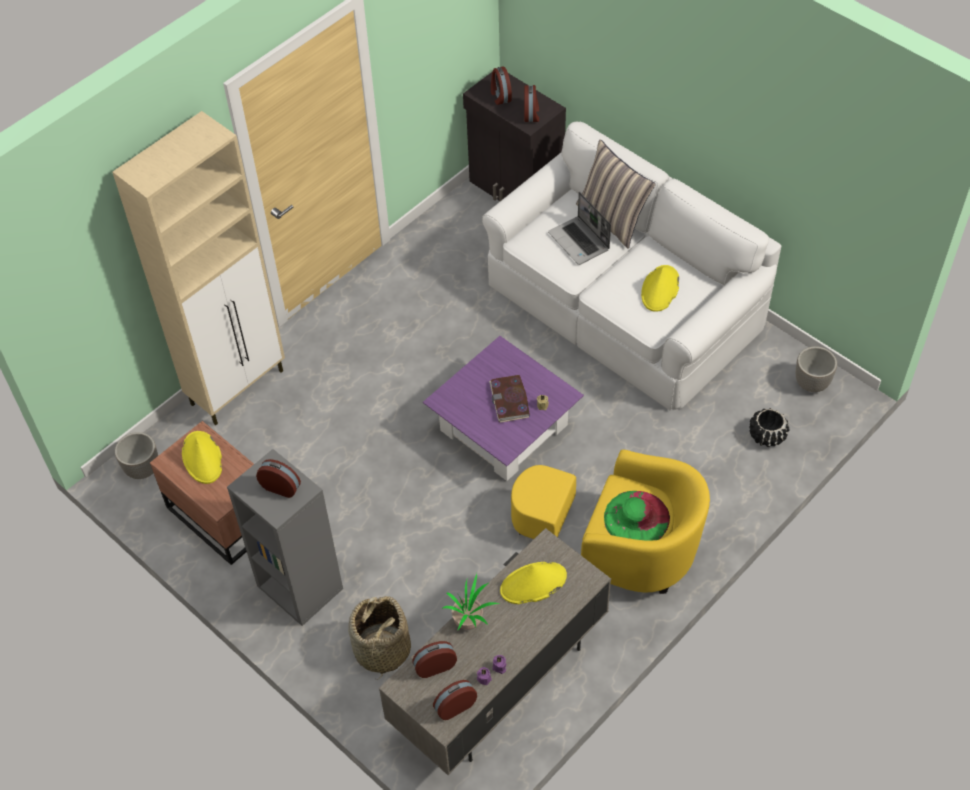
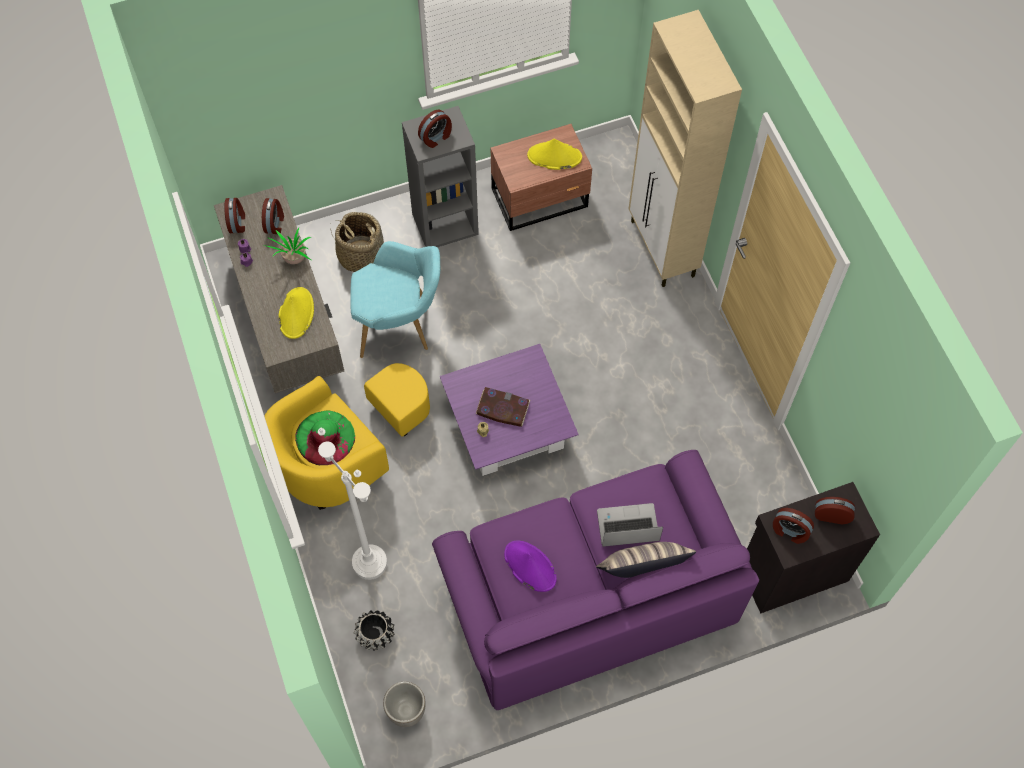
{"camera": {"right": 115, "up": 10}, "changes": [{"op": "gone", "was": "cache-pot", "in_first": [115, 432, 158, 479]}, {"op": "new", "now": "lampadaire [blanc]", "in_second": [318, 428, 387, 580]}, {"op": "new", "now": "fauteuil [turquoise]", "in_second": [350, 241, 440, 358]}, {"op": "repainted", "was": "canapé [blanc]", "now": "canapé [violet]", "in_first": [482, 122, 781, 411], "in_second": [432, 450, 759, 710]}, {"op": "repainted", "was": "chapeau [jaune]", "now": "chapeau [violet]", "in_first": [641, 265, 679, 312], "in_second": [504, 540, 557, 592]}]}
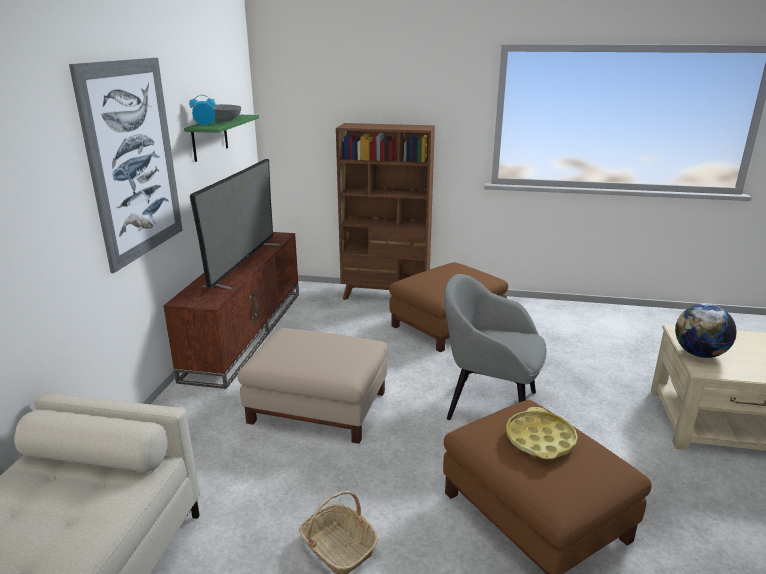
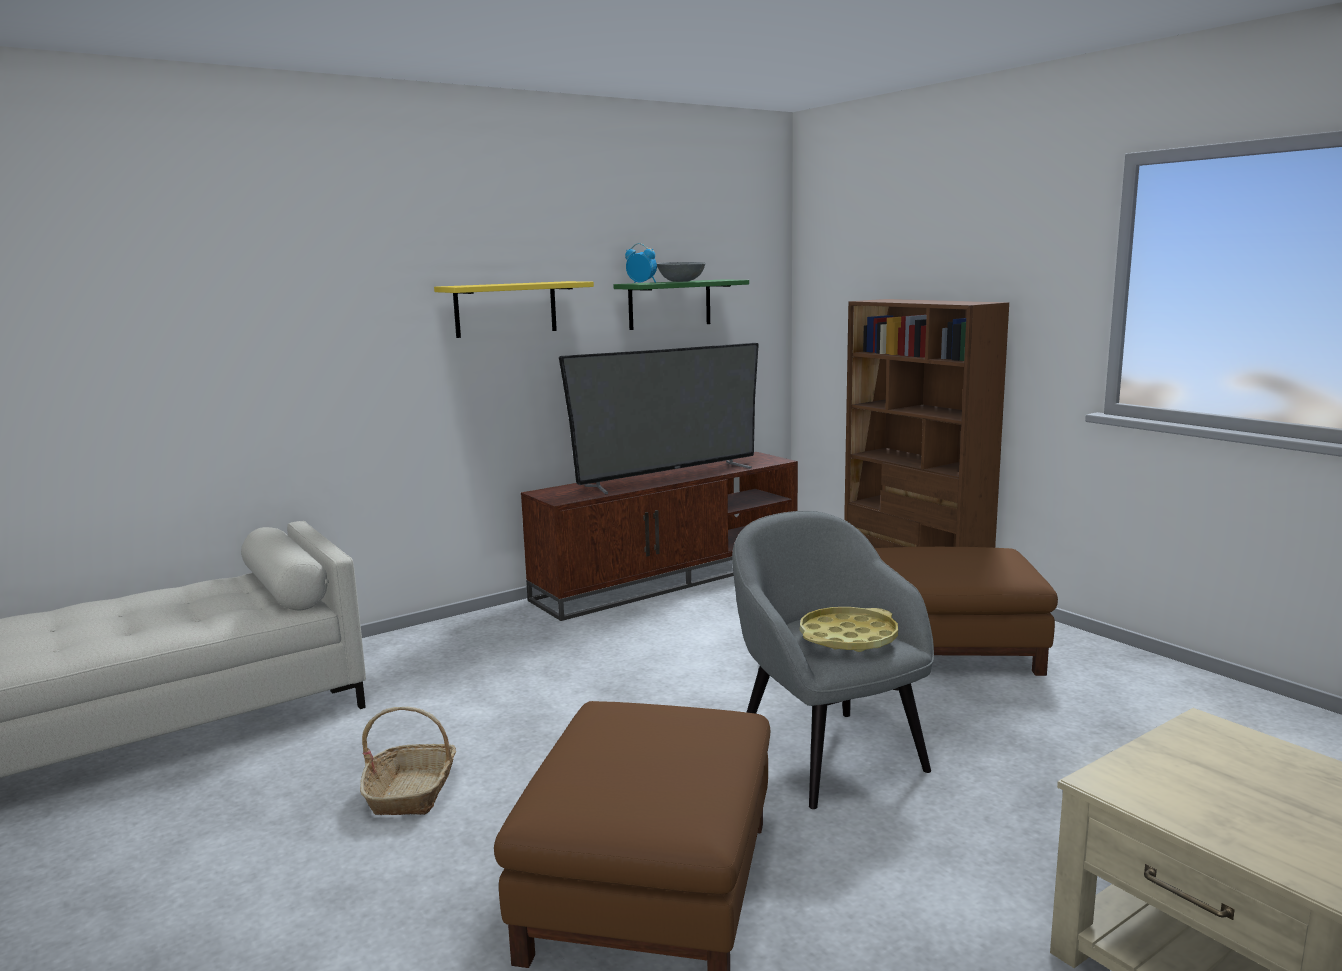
{"camera": {"right": 45, "up": -10}, "changes": [{"op": "gone", "was": "pouf [beige]", "in_first": [237, 328, 388, 444]}, {"op": "gone", "was": "globe", "in_first": [675, 304, 737, 358]}, {"op": "shifted", "was": "plateau [jaune]", "in_first": [506, 407, 578, 459], "in_second": [800, 607, 898, 652]}, {"op": "swapped", "was": "tableau", "now": "étagère [jaune]", "in_first": [69, 58, 183, 273], "in_second": [434, 281, 594, 338]}]}
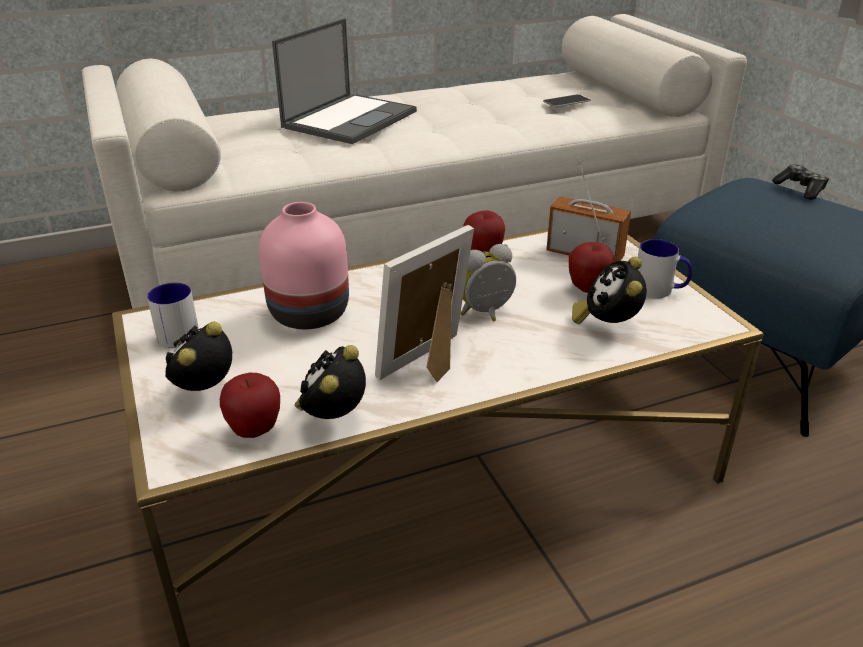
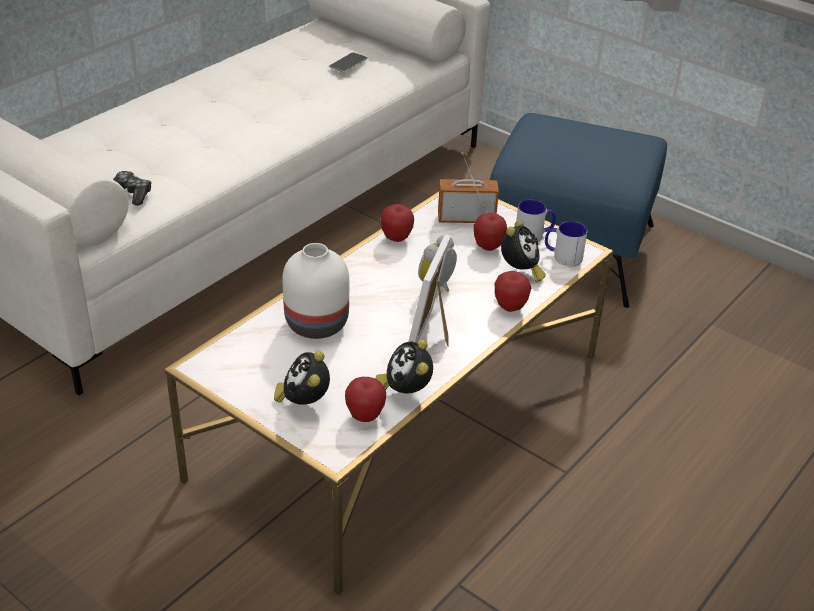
{"camera": {"right": -30, "up": 5}, "changes": [{"op": "gone", "was": "ordinateur portable", "in_first": [272, 18, 417, 144]}, {"op": "new", "now": "pomme", "in_second": [495, 271, 531, 312]}, {"op": "shifted", "was": "mug", "in_first": [147, 283, 199, 348], "in_second": [545, 221, 587, 266]}, {"op": "shifted", "was": "manette", "in_first": [772, 164, 829, 200], "in_second": [113, 171, 151, 206]}, {"op": "repainted", "was": "vase [rose]", "now": "vase [blanc]", "in_first": [259, 202, 349, 329], "in_second": [282, 243, 349, 339]}, {"op": "rotated", "was": "réveil", "in_first": [572, 256, 647, 324], "in_second": [501, 221, 546, 282], "clockwise": -135}]}
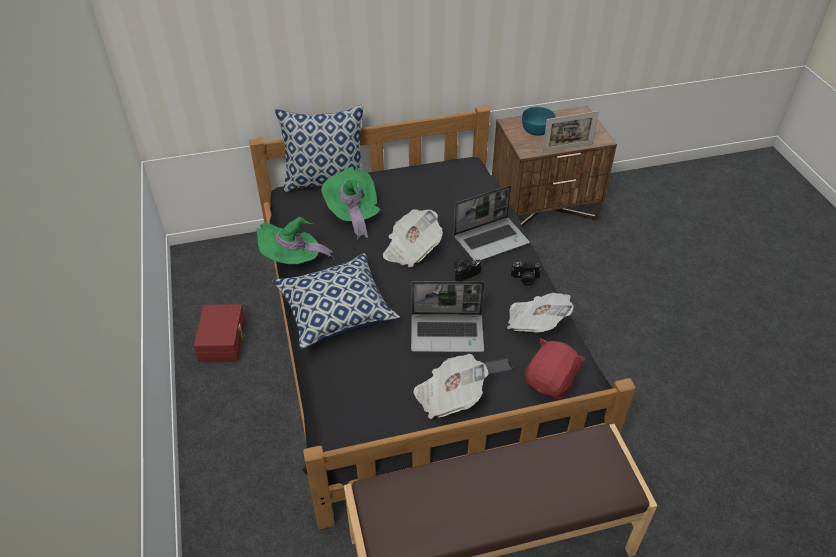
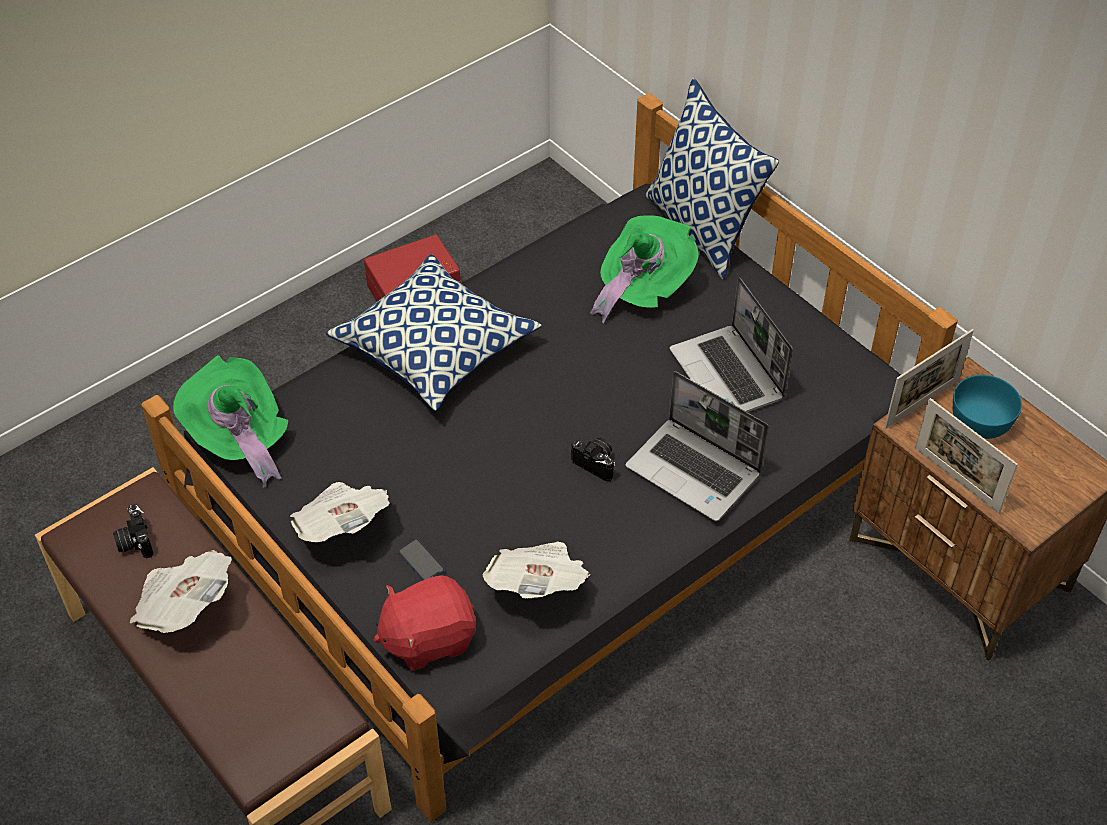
{"camera": {"right": 65, "up": 5}, "changes": [{"op": "new", "now": "cadre photo", "in_second": [884, 329, 974, 429]}, {"op": "shifted", "was": "chapeau [vert]", "in_first": [256, 217, 334, 264], "in_second": [173, 355, 288, 488]}, {"op": "shifted", "was": "journal", "in_first": [383, 209, 443, 268], "in_second": [129, 550, 232, 633]}, {"op": "shifted", "was": "ordinateur portable", "in_first": [411, 281, 485, 352], "in_second": [670, 277, 793, 412]}, {"op": "shifted", "was": "appareil photo", "in_first": [511, 261, 541, 286], "in_second": [113, 504, 153, 559]}, {"op": "rotated", "was": "peluche [rouge]", "in_first": [525, 338, 586, 400], "in_second": [374, 575, 476, 671], "clockwise": 150}]}
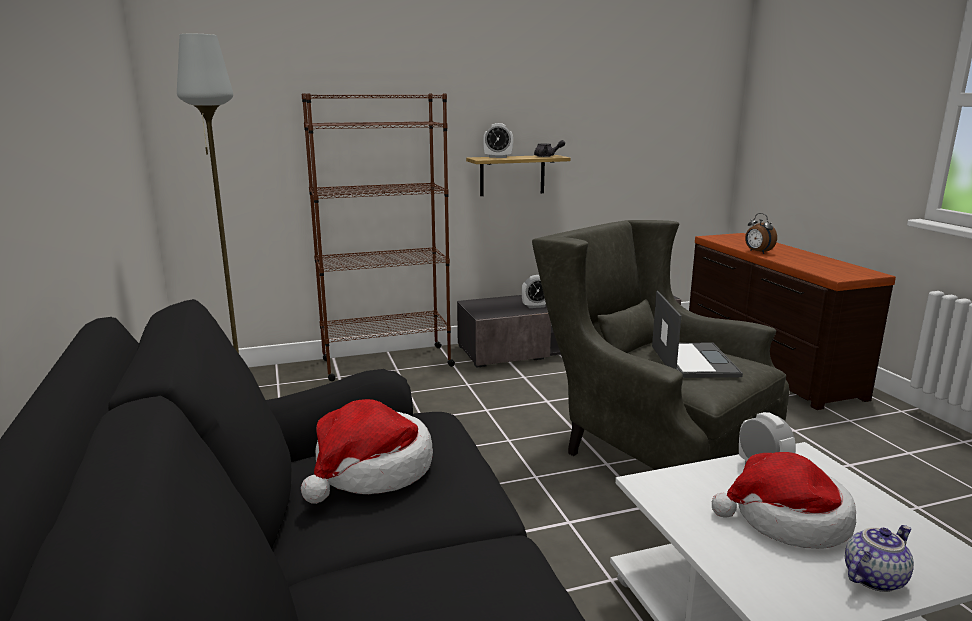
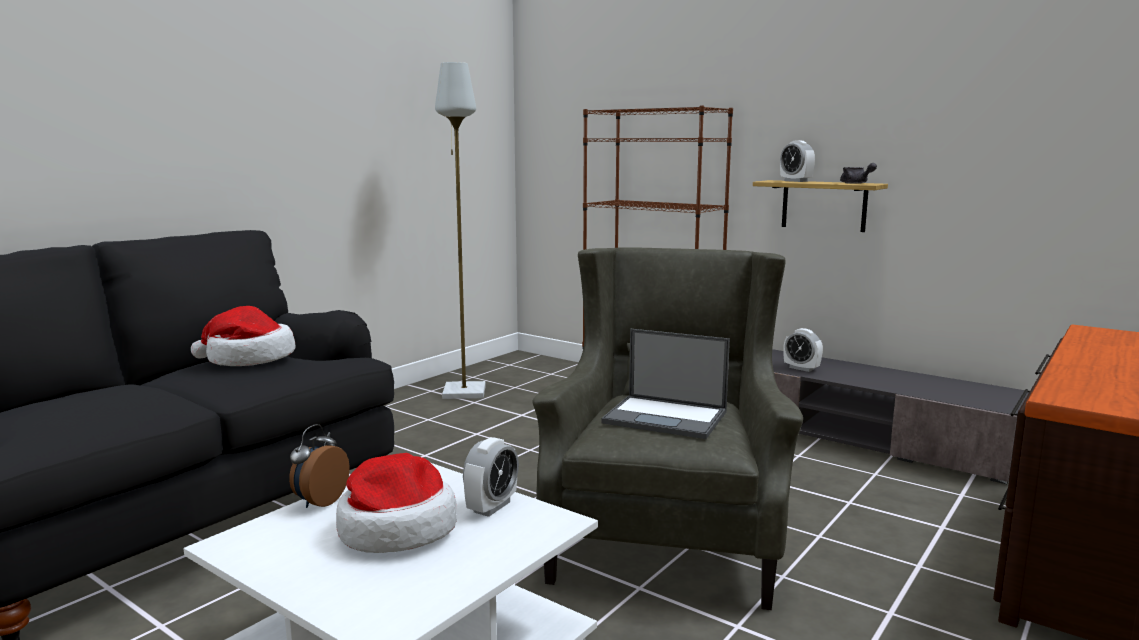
{"camera": {"right": 55, "up": -5}, "changes": [{"op": "gone", "was": "théière", "in_first": [845, 525, 914, 592]}, {"op": "shifted", "was": "réveil", "in_first": [745, 213, 777, 254], "in_second": [289, 424, 350, 508]}, {"op": "rotated", "was": "ordinateur portable", "in_first": [652, 291, 743, 378], "in_second": [601, 329, 730, 439], "clockwise": 60}]}
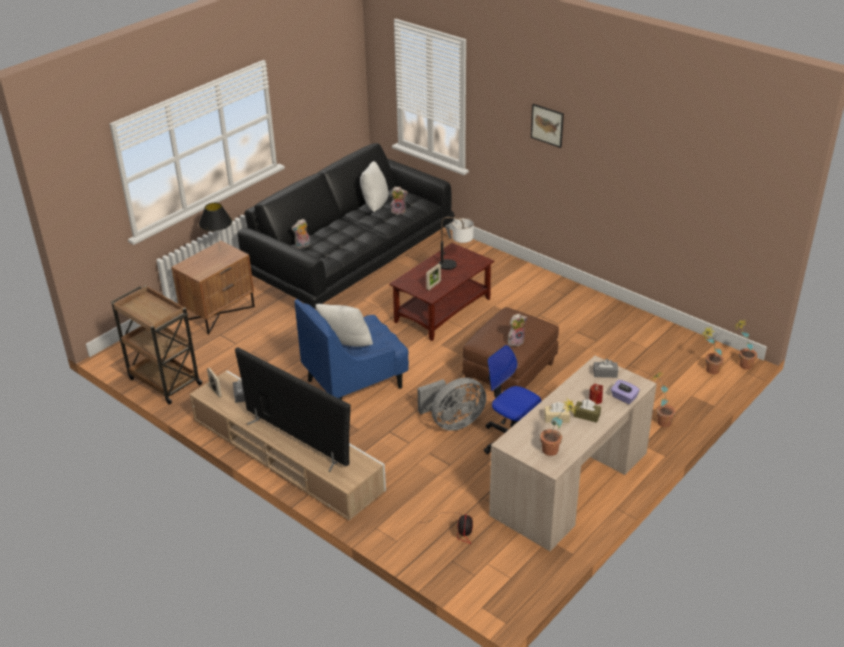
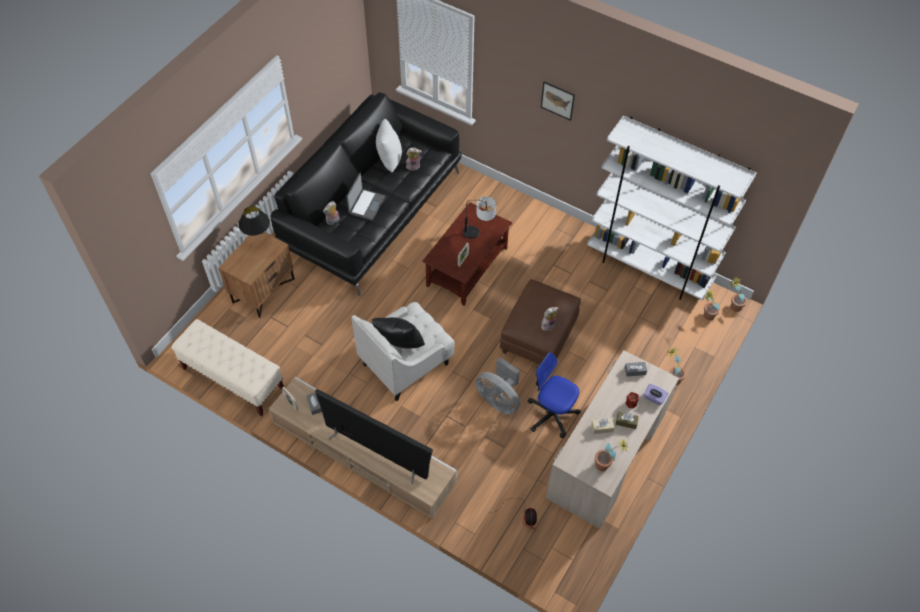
{"camera": {"right": -10, "up": 20}, "changes": [{"op": "new", "now": "ordinateur portable", "in_second": [346, 173, 385, 221]}, {"op": "new", "now": "bibliothèque [blanc]", "in_second": [587, 115, 756, 300]}, {"op": "swapped", "was": "chariot [marron]", "now": "banc [beige]", "in_first": [111, 285, 203, 405], "in_second": [172, 319, 284, 417]}, {"op": "repainted", "was": "fauteuil [bleu]", "now": "fauteuil [blanc]", "in_first": [294, 299, 409, 400], "in_second": [351, 302, 455, 401]}, {"op": "repainted", "was": "coussin [blanc]", "now": "coussin [noir]", "in_first": [316, 304, 373, 347], "in_second": [371, 317, 425, 348]}, {"op": "rotated", "was": "ventilateur [gris]", "in_first": [417, 378, 486, 431], "in_second": [475, 357, 520, 414], "clockwise": 75}]}
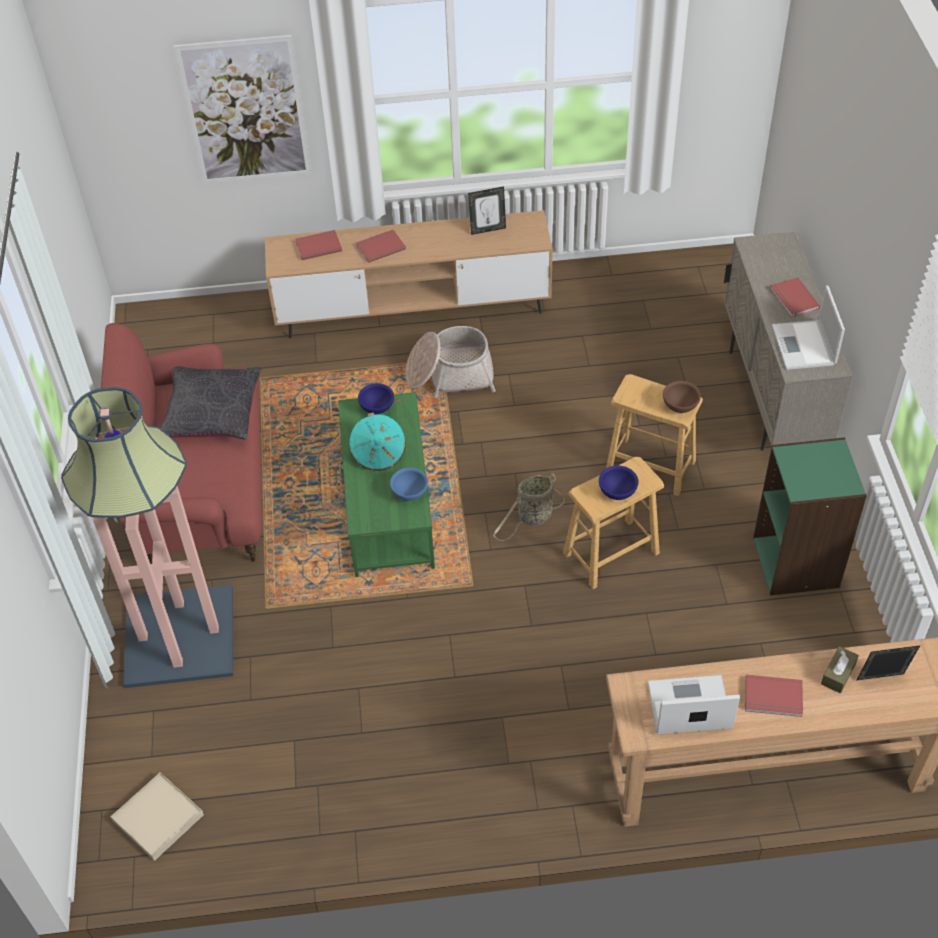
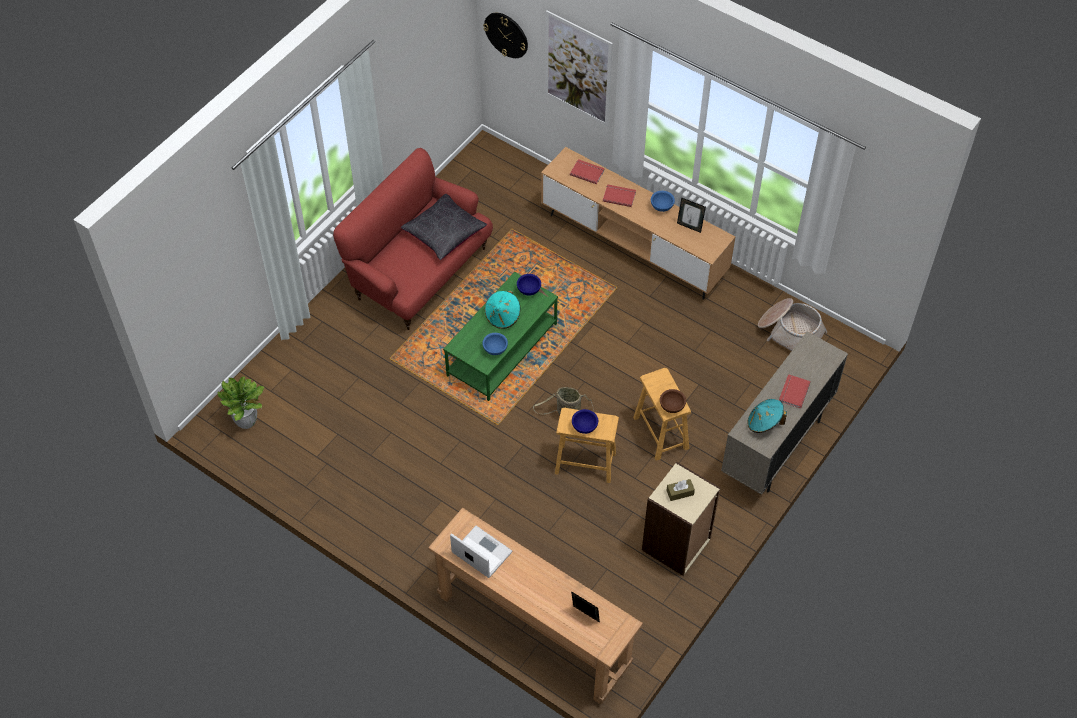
{"camera": {"right": 40, "up": 5}, "changes": [{"op": "gone", "was": "lampadaire", "in_first": [61, 387, 233, 688]}, {"op": "gone", "was": "livre [rouge]", "in_first": [745, 675, 803, 717]}, {"op": "new", "now": "horloge murale", "in_second": [483, 13, 528, 58]}, {"op": "new", "now": "bol [bleu]", "in_second": [651, 191, 675, 212]}, {"op": "shifted", "was": "panier", "in_first": [406, 326, 496, 398], "in_second": [758, 298, 827, 351]}, {"op": "shifted", "was": "boîte à mouchoirs [marron]", "in_first": [821, 646, 859, 693], "in_second": [666, 479, 695, 501]}, {"op": "swapped", "was": "plateau [beige]", "now": "plante en pot", "in_first": [111, 773, 204, 861], "in_second": [218, 376, 264, 429]}, {"op": "swapped", "was": "ordinateur portable", "now": "chapeau [turquoise]", "in_first": [772, 285, 845, 370], "in_second": [747, 399, 787, 433]}, {"op": "repainted", "was": "bibliothèque [vert]", "now": "bibliothèque [beige]", "in_first": [753, 437, 867, 596], "in_second": [642, 462, 720, 576]}]}
